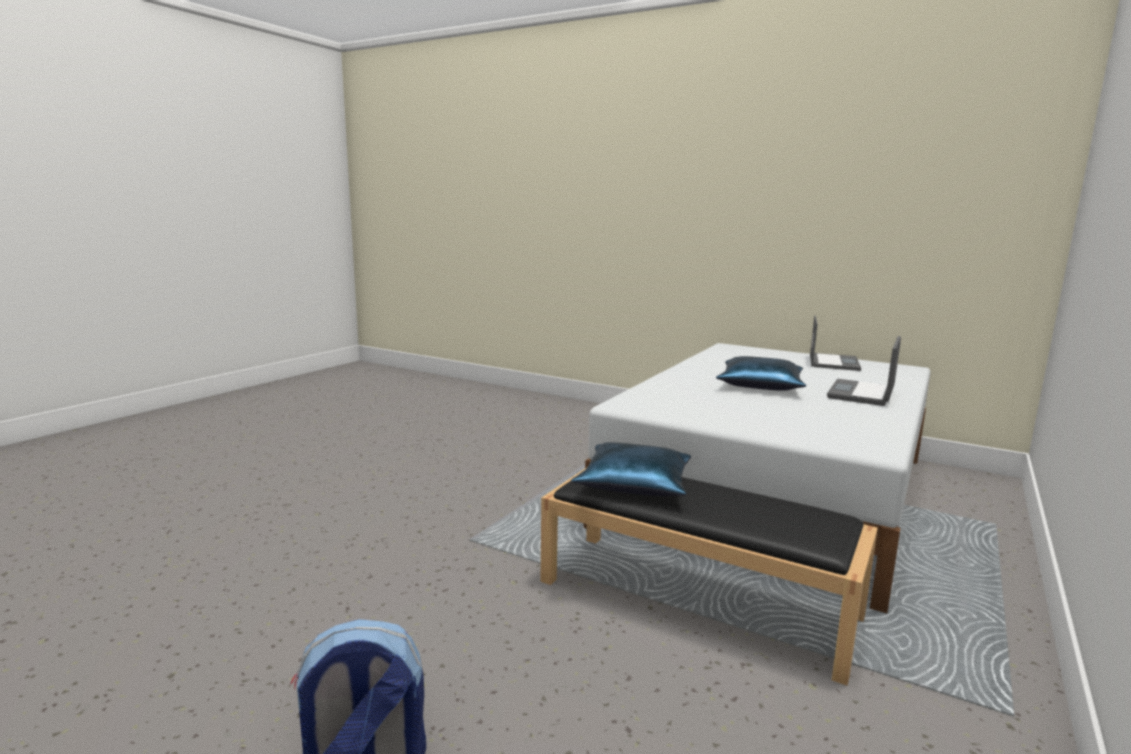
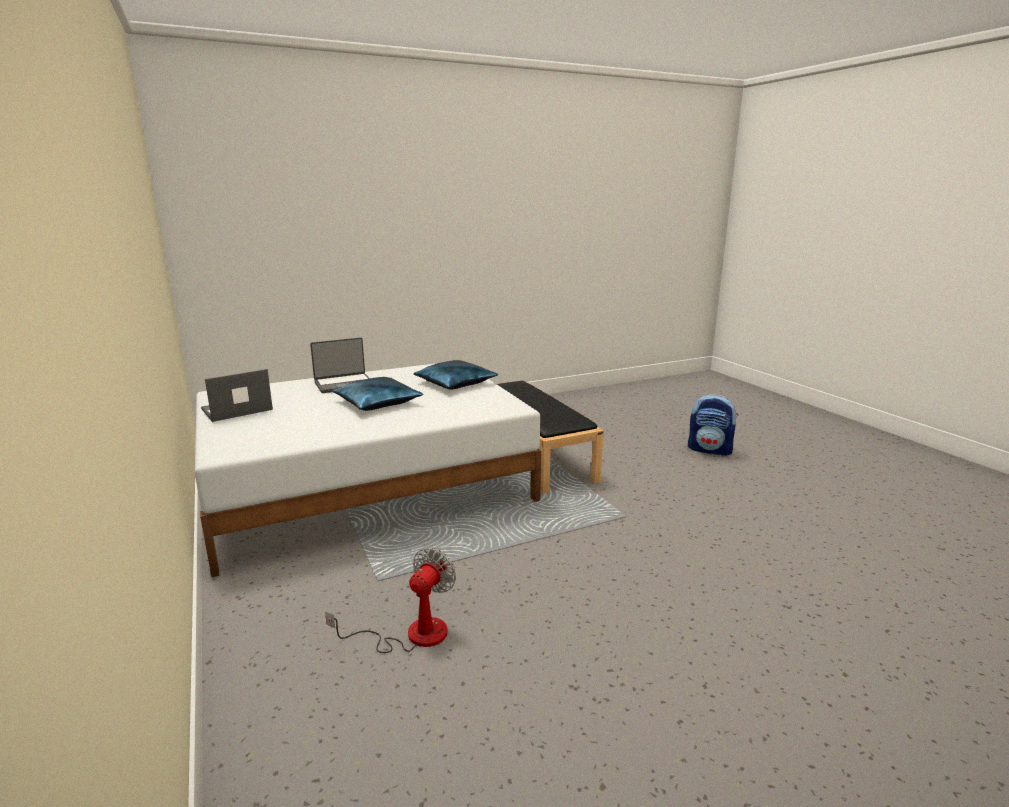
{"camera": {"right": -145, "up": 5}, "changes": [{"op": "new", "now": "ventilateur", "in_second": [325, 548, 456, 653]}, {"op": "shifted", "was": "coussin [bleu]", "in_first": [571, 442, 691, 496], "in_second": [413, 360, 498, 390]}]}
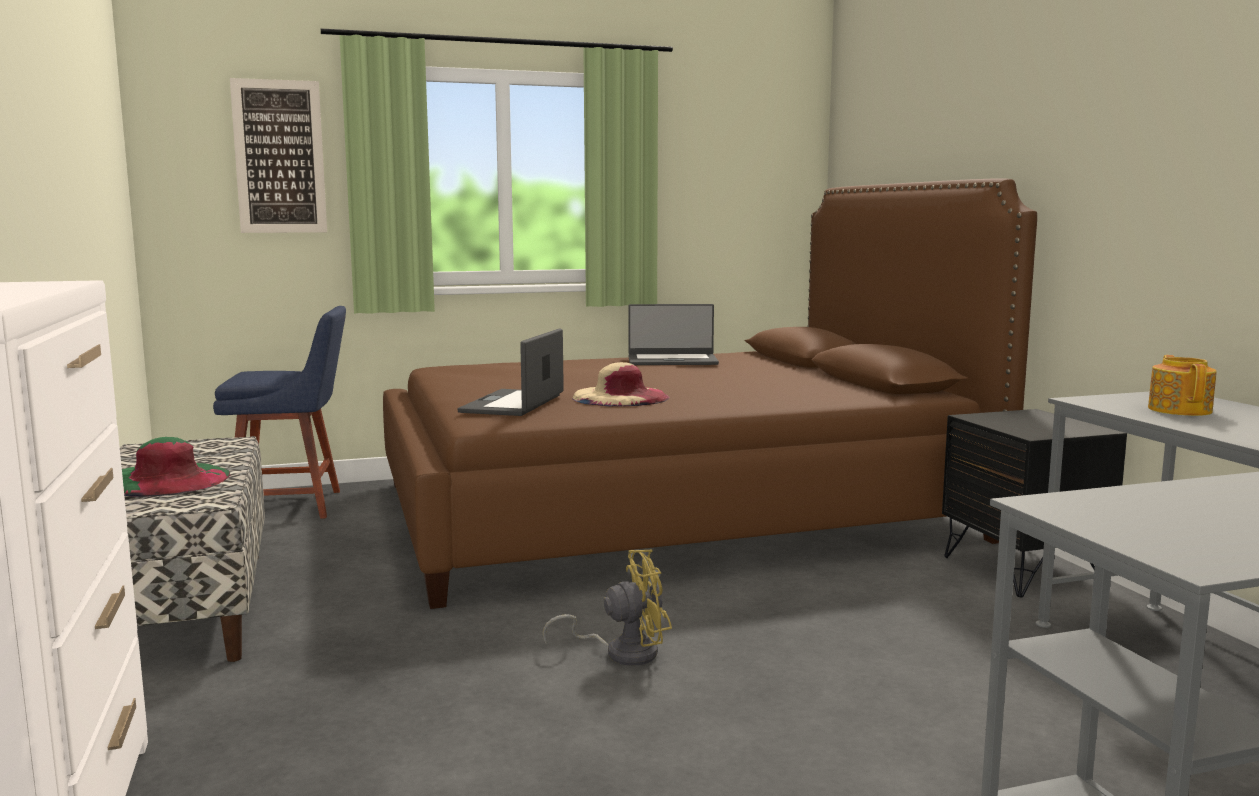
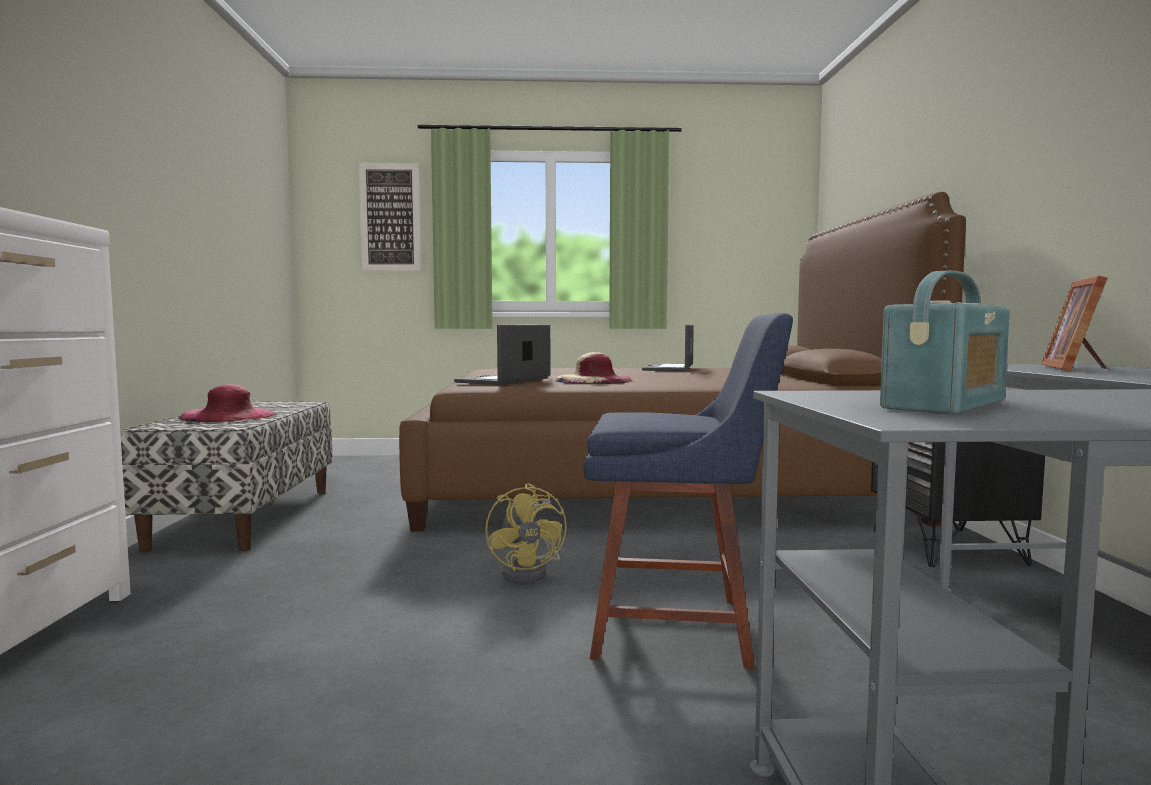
{"camera": {"right": 15, "up": -5}, "changes": [{"op": "new", "now": "radio", "in_second": [880, 270, 1010, 414]}, {"op": "shifted", "was": "chaise [bleu]", "in_first": [213, 306, 346, 519], "in_second": [583, 313, 793, 669]}, {"op": "swapped", "was": "théière", "now": "cadre photo", "in_first": [1148, 355, 1217, 416], "in_second": [1041, 276, 1107, 371]}, {"op": "repainted", "was": "chapeau [vert]", "now": "chapeau [rose]", "in_first": [122, 437, 230, 496], "in_second": [179, 384, 277, 422]}, {"op": "rotated", "was": "ventilateur [jaune]", "in_first": [543, 550, 672, 666], "in_second": [485, 483, 567, 584], "clockwise": 75}, {"op": "rotated", "was": "ordinateur portable", "in_first": [628, 304, 719, 365], "in_second": [642, 325, 694, 371], "clockwise": 90}]}
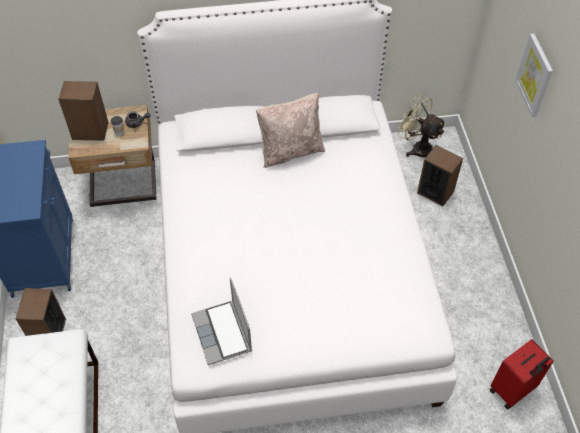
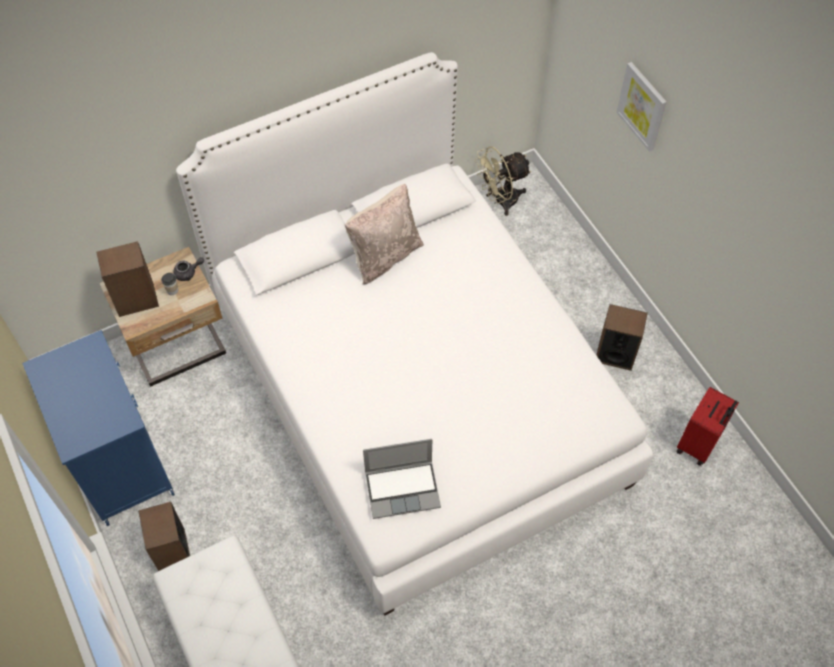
{"camera": {"right": -20, "up": 5}, "changes": [{"op": "shifted", "was": "enceinte", "in_first": [417, 145, 463, 207], "in_second": [596, 304, 648, 371]}, {"op": "rotated", "was": "ordinateur portable", "in_first": [191, 278, 252, 365], "in_second": [363, 439, 441, 519], "clockwise": -60}, {"op": "rotated", "was": "ventilateur [beige]", "in_first": [397, 95, 446, 157], "in_second": [474, 146, 532, 216], "clockwise": -45}]}
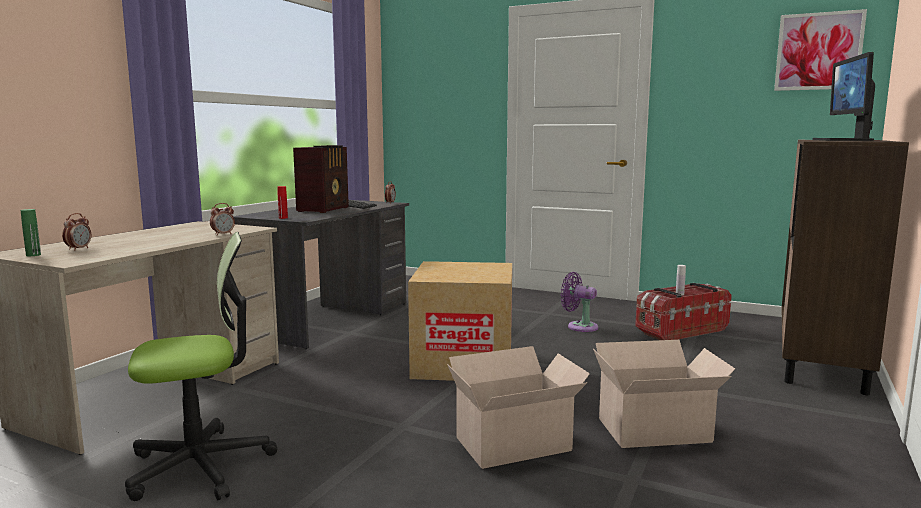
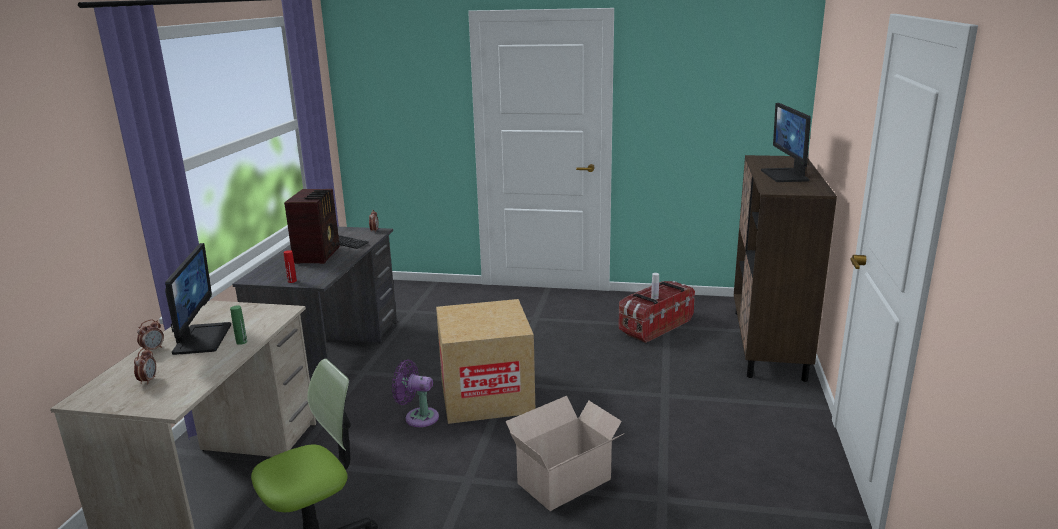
{"camera": {"right": -15, "up": 10}, "changes": [{"op": "gone", "was": "carton", "in_first": [593, 340, 735, 448]}, {"op": "gone", "was": "tableau", "in_first": [774, 9, 867, 91]}, {"op": "new", "now": "écran d'ordinateur", "in_second": [165, 243, 231, 355]}, {"op": "shifted", "was": "bouteille [vert]", "in_first": [21, 209, 41, 256], "in_second": [230, 305, 247, 345]}, {"op": "shifted", "was": "réveil", "in_first": [210, 203, 235, 236], "in_second": [137, 319, 164, 350]}, {"op": "shifted", "was": "ventilateur [violet]", "in_first": [561, 272, 598, 332], "in_second": [392, 360, 439, 427]}]}
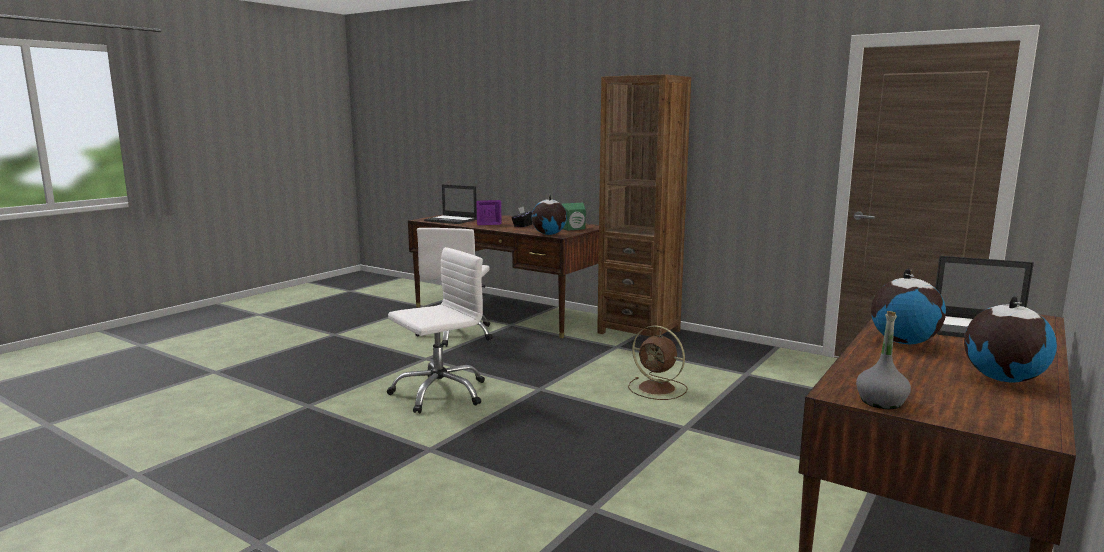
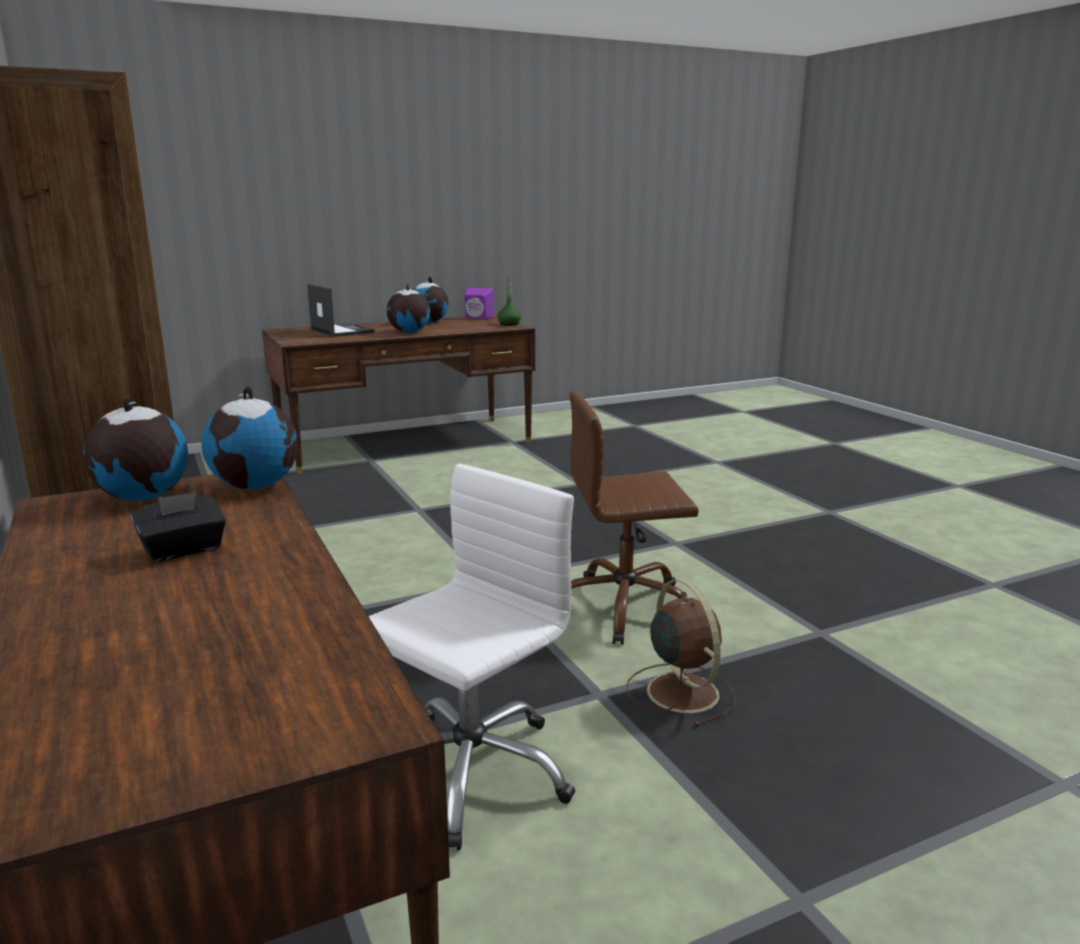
{"camera": {"right": -150, "up": 5}, "changes": [{"op": "gone", "was": "ordinateur portable", "in_first": [424, 185, 477, 224]}, {"op": "shifted", "was": "enceinte [violet]", "in_first": [476, 200, 502, 225], "in_second": [464, 288, 494, 319]}, {"op": "shifted", "was": "ventilateur [marron]", "in_first": [628, 325, 688, 400], "in_second": [626, 579, 736, 727]}, {"op": "swapped", "was": "enceinte [vert]", "now": "globe", "in_first": [562, 203, 586, 231], "in_second": [83, 395, 188, 501]}, {"op": "repainted", "was": "chaise de bureau [blanc]", "now": "chaise de bureau [marron]", "in_first": [387, 247, 485, 413], "in_second": [569, 392, 699, 645]}, {"op": "repainted", "was": "bouteille [gris]", "now": "bouteille [vert]", "in_first": [856, 311, 911, 409], "in_second": [497, 278, 521, 326]}]}
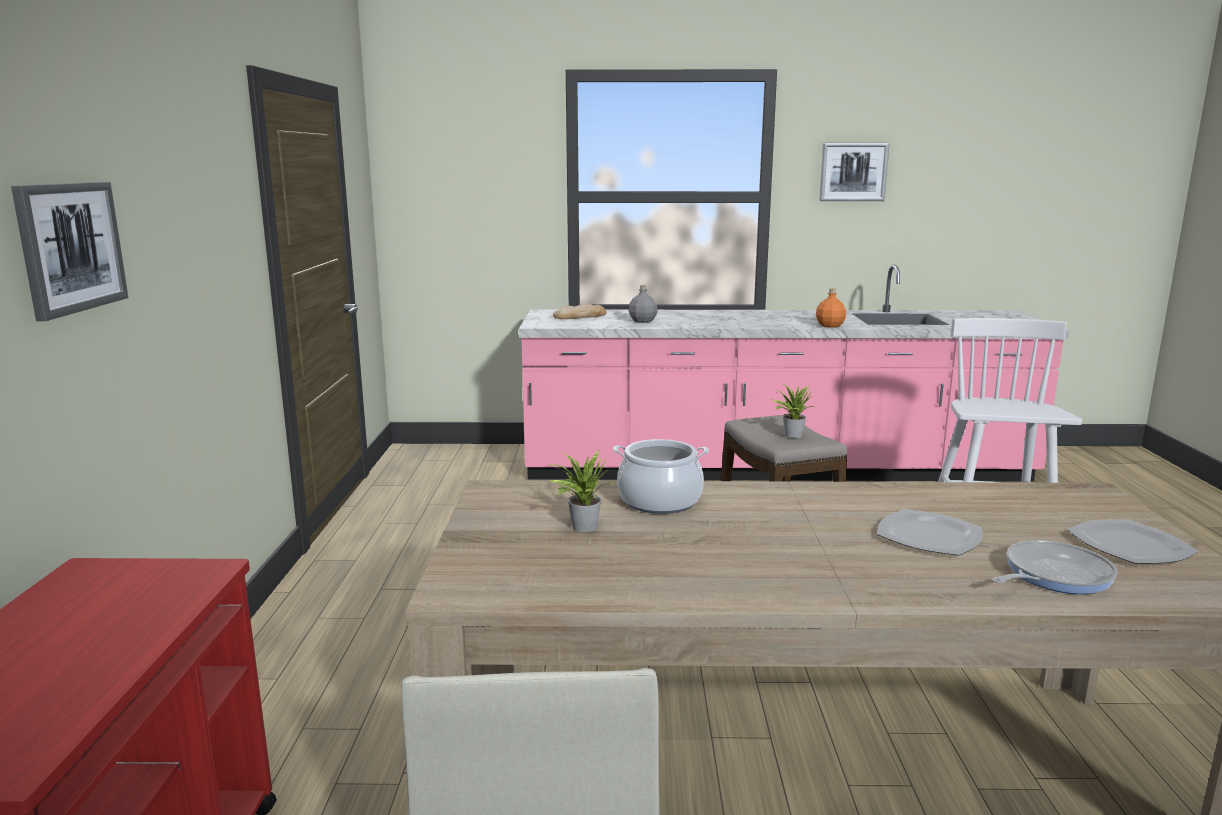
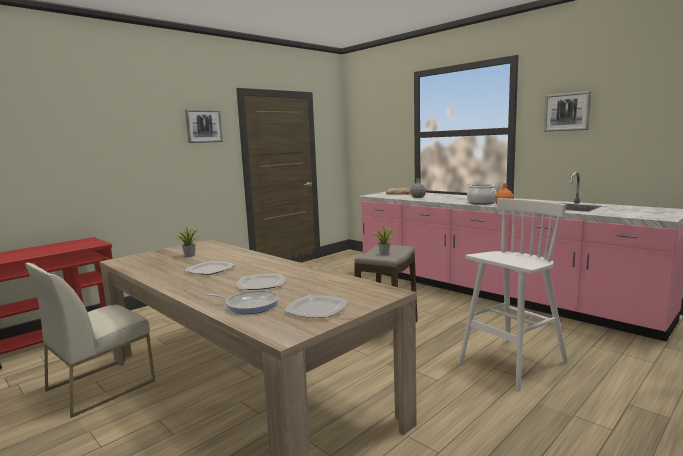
{"camera": {"right": 45, "up": -5}, "changes": [{"op": "new", "now": "assiette", "in_second": [185, 261, 235, 275]}, {"op": "shifted", "was": "tableau", "in_first": [11, 182, 129, 321], "in_second": [185, 109, 223, 143]}, {"op": "shifted", "was": "marmite", "in_first": [613, 439, 709, 514], "in_second": [467, 184, 498, 205]}]}
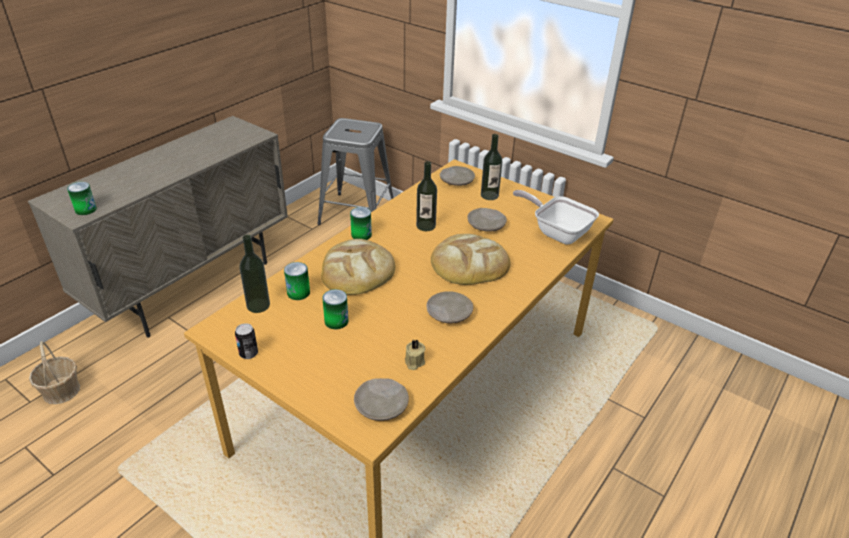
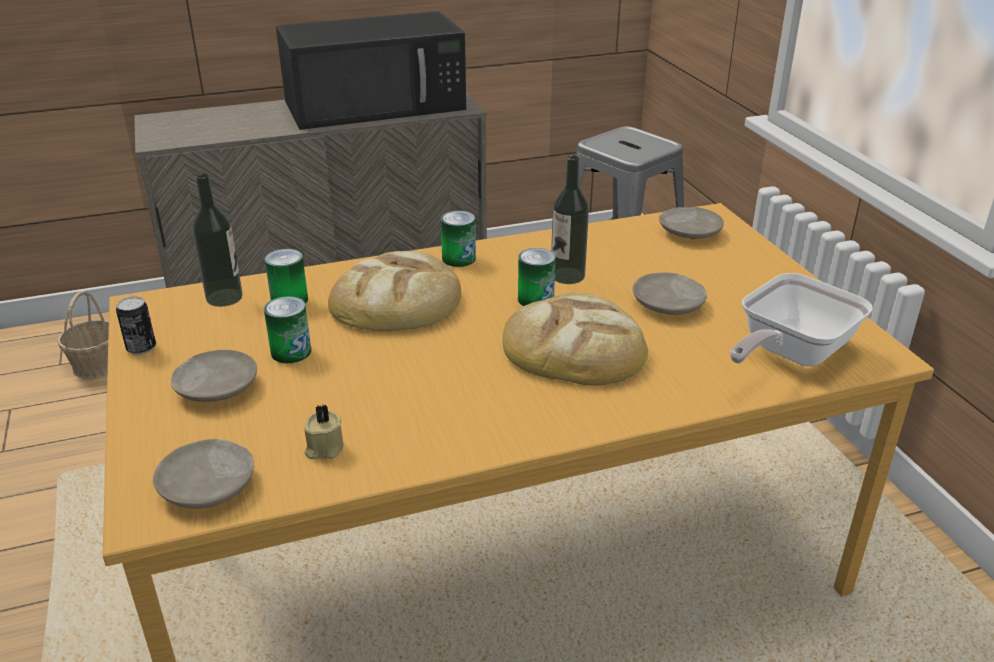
{"camera": {"right": 35, "up": -5}, "changes": [{"op": "gone", "was": "bouteille", "in_first": [481, 134, 502, 200]}, {"op": "new", "now": "micro-ondes [noir]", "in_second": [276, 11, 466, 130]}, {"op": "shifted", "was": "boîte métallique", "in_first": [67, 182, 97, 215], "in_second": [518, 248, 556, 306]}, {"op": "shifted", "was": "assiette [beige]", "in_first": [427, 291, 473, 324], "in_second": [171, 350, 257, 402]}, {"op": "rotated", "was": "poêle", "in_first": [513, 190, 599, 244], "in_second": [730, 273, 873, 366], "clockwise": -120}]}
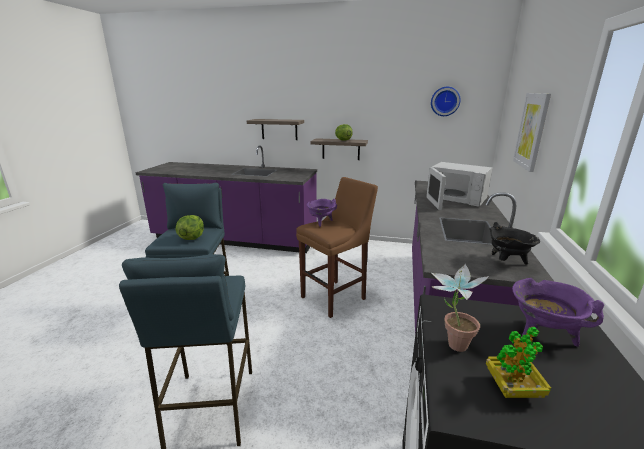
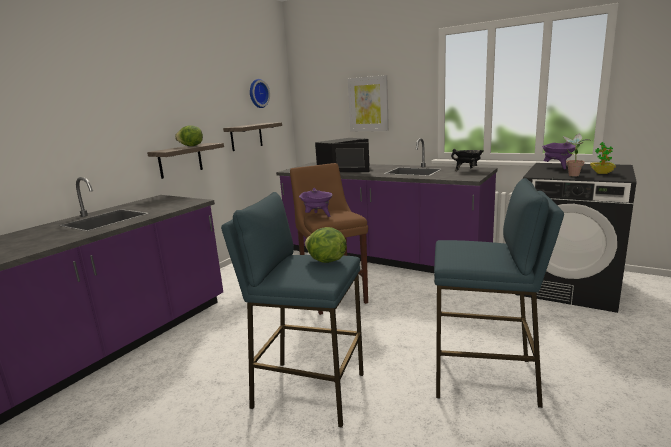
{"camera": {"right": -70, "up": -5}, "changes": [{"op": "shifted", "was": "étagère", "in_first": [247, 119, 304, 140], "in_second": [223, 122, 282, 151]}, {"op": "repainted", "was": "micro-ondes [blanc]", "now": "micro-ondes [noir]", "in_first": [426, 162, 492, 210], "in_second": [315, 138, 369, 172]}]}
